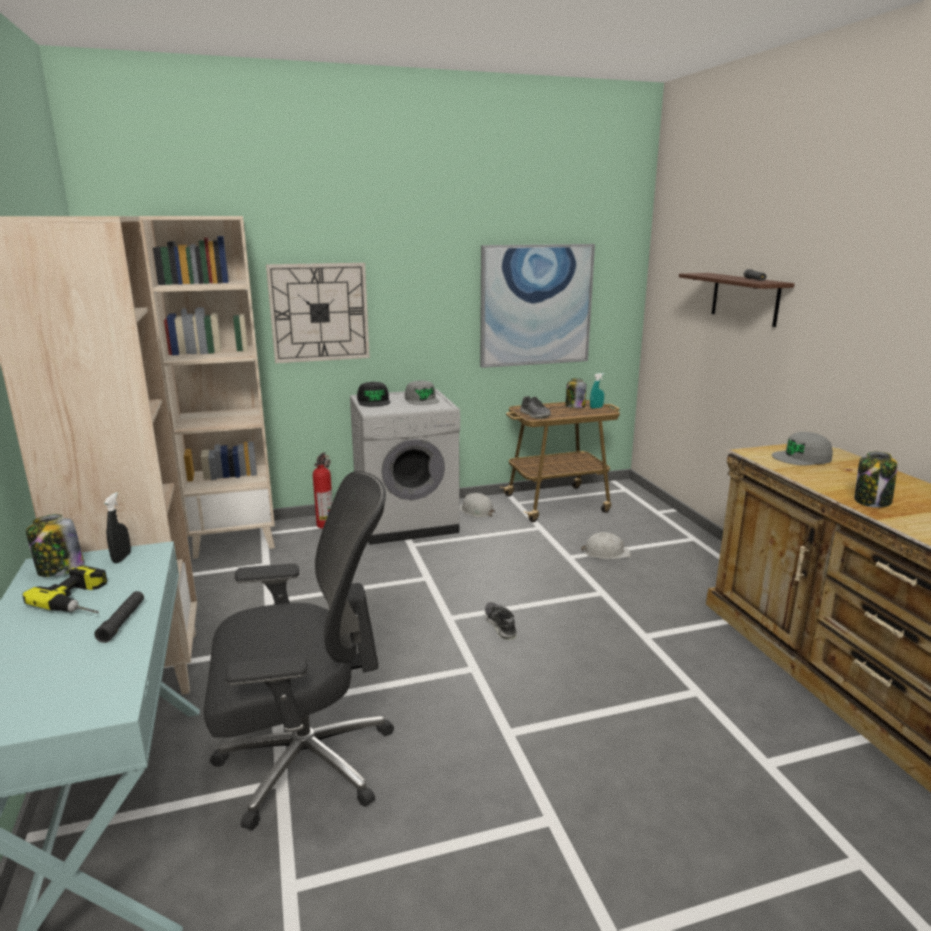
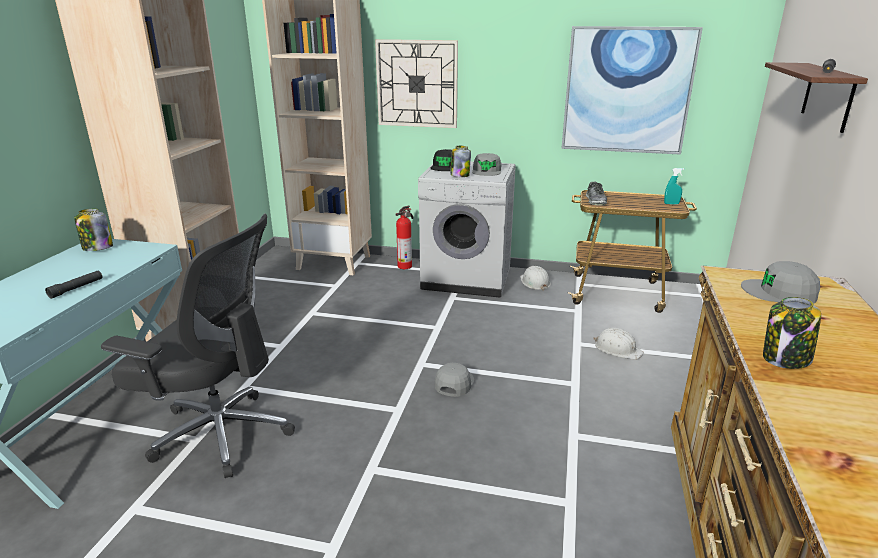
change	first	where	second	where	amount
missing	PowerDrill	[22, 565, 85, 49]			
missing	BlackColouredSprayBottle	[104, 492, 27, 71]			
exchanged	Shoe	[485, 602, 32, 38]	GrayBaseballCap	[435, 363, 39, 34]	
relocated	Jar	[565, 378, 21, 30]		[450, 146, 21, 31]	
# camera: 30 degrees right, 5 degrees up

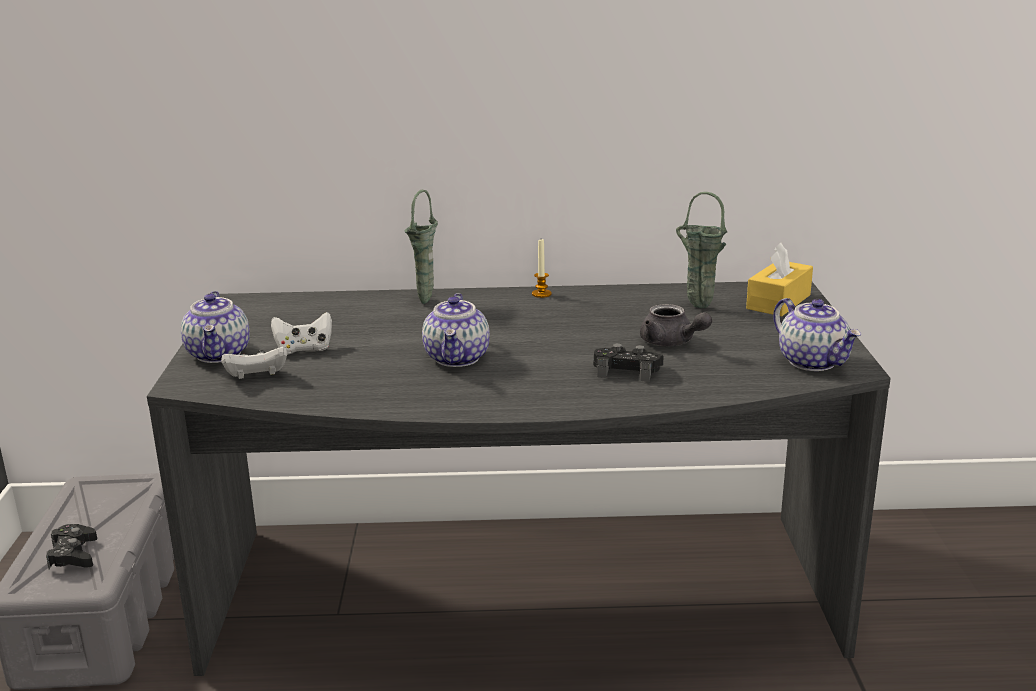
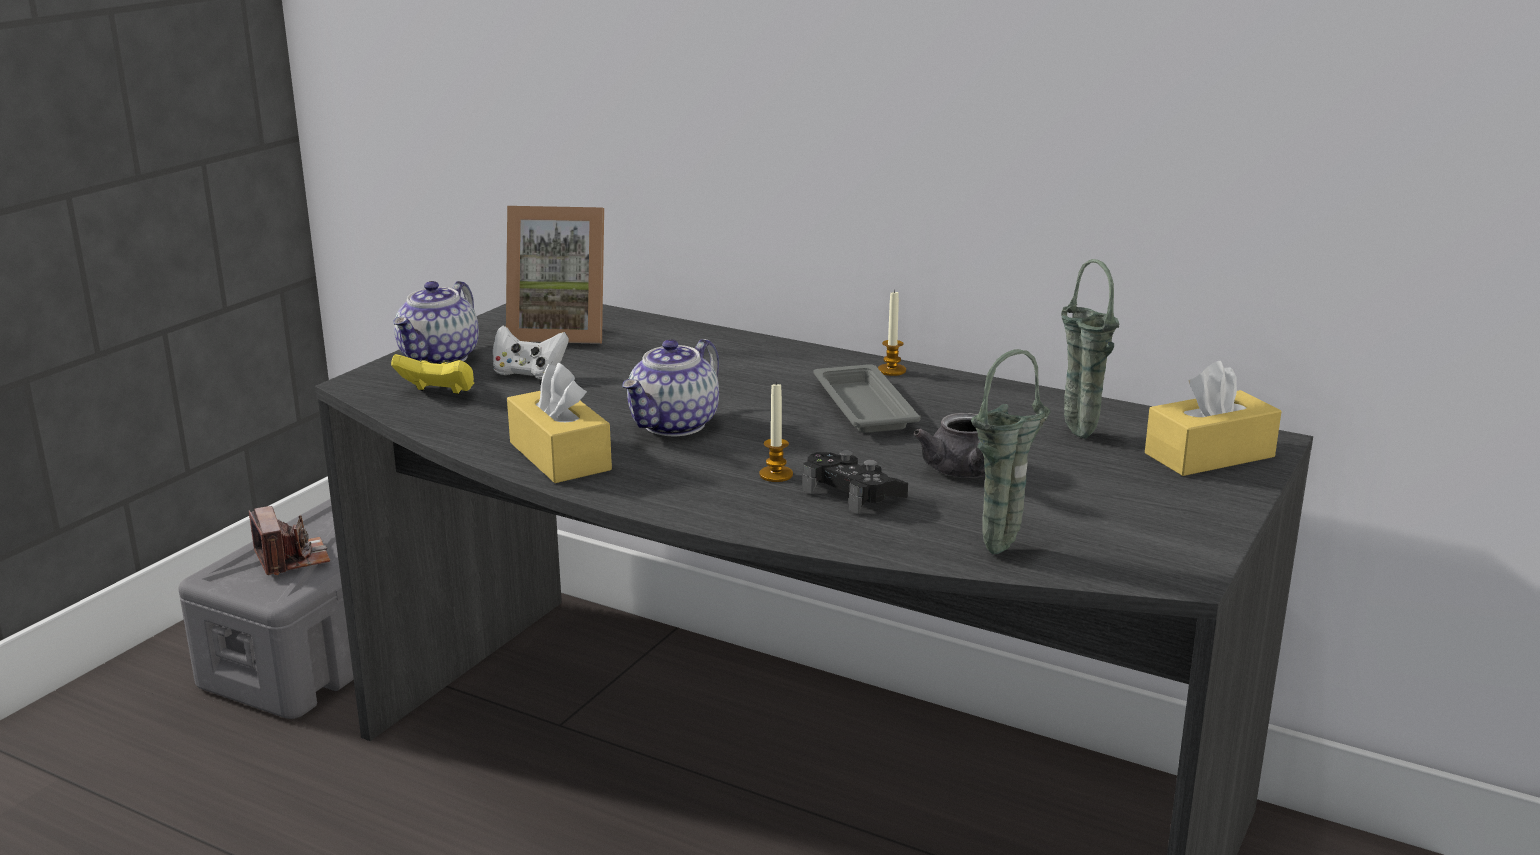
change	first	where	second	where	amount
exchanged	BlackColouredGamepad	[46, 524, 51, 45]	StillCamera	[249, 506, 81, 69]	
colour	WhitishGamepad	[221, 347, 66, 32]	YellowishGamepad	[391, 354, 83, 40]	
relocated	GreenFlowerVase	[404, 190, 34, 114]		[971, 349, 80, 205]	
missing	PotForTea	[773, 298, 88, 73]			
appeared			PictureFrame	[506, 206, 98, 138]	
appeared			YellowishBoxOfTissues	[507, 362, 105, 121]	
appeared			Candle	[759, 381, 34, 101]	
appeared			GrayCarryingTray	[813, 364, 108, 69]	
# camera: 30 degrees right, 0 degrees up

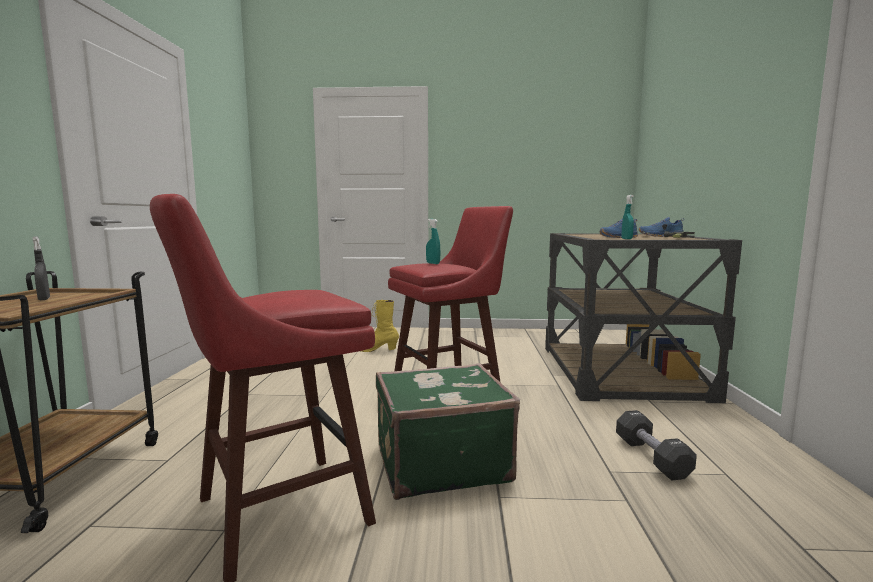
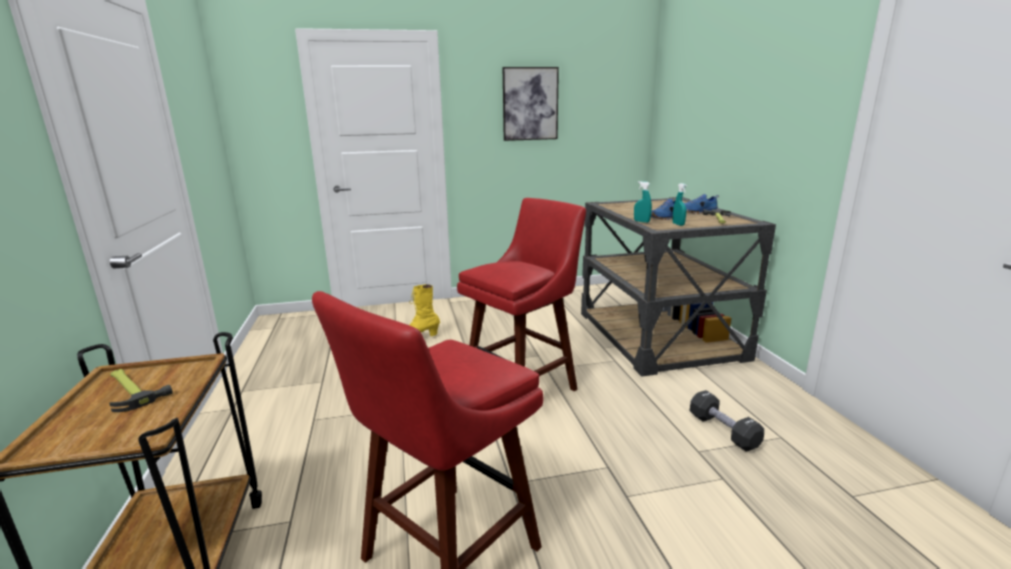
change	first	where	second	where	amount
exchanged	GraySprayBottle	[33, 237, 17, 63]	Hammer	[109, 369, 64, 43]	
missing	GreenSuitcase	[376, 363, 144, 137]			
relocated	BlueGreenSprayBottle	[426, 219, 14, 45]		[634, 181, 18, 42]	
appeared			WallArt	[503, 67, 56, 74]	
# camera: 15 degrees left, 10 degrees up

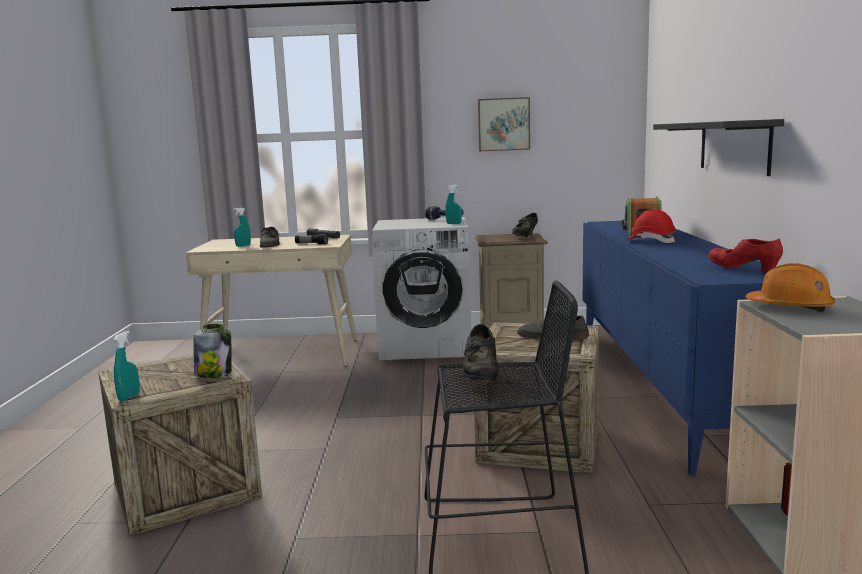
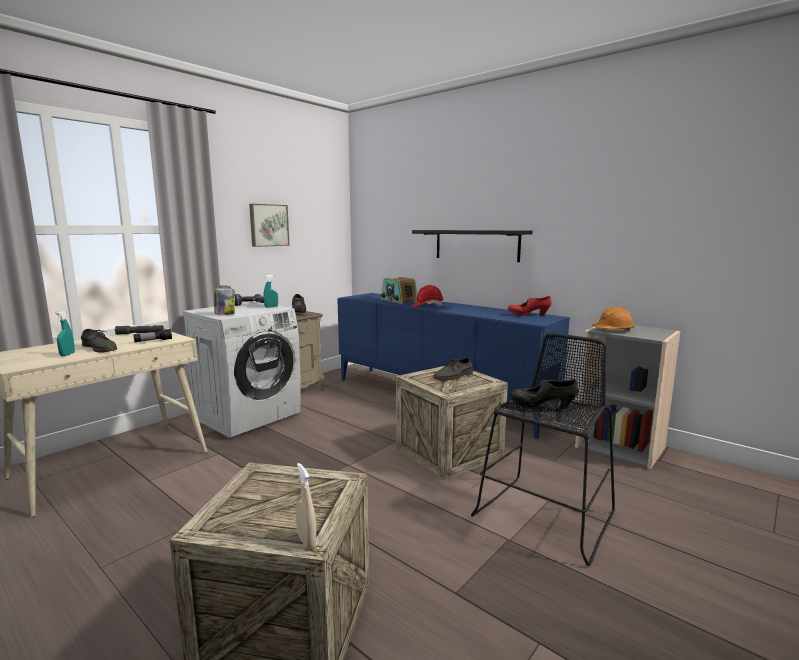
change	first	where	second	where	amount
colour	BlueGreenSprayBottle	[113, 331, 27, 70]	SandColouredSprayBottle	[296, 463, 20, 86]	
relocated	Jar	[194, 324, 38, 54]		[214, 286, 21, 29]	
spun	BlackColouredShoe	[463, 324, 35, 58]		[509, 379, 69, 30]	150 degrees clockwise
# camera: 50 degrees left, 0 degrees up

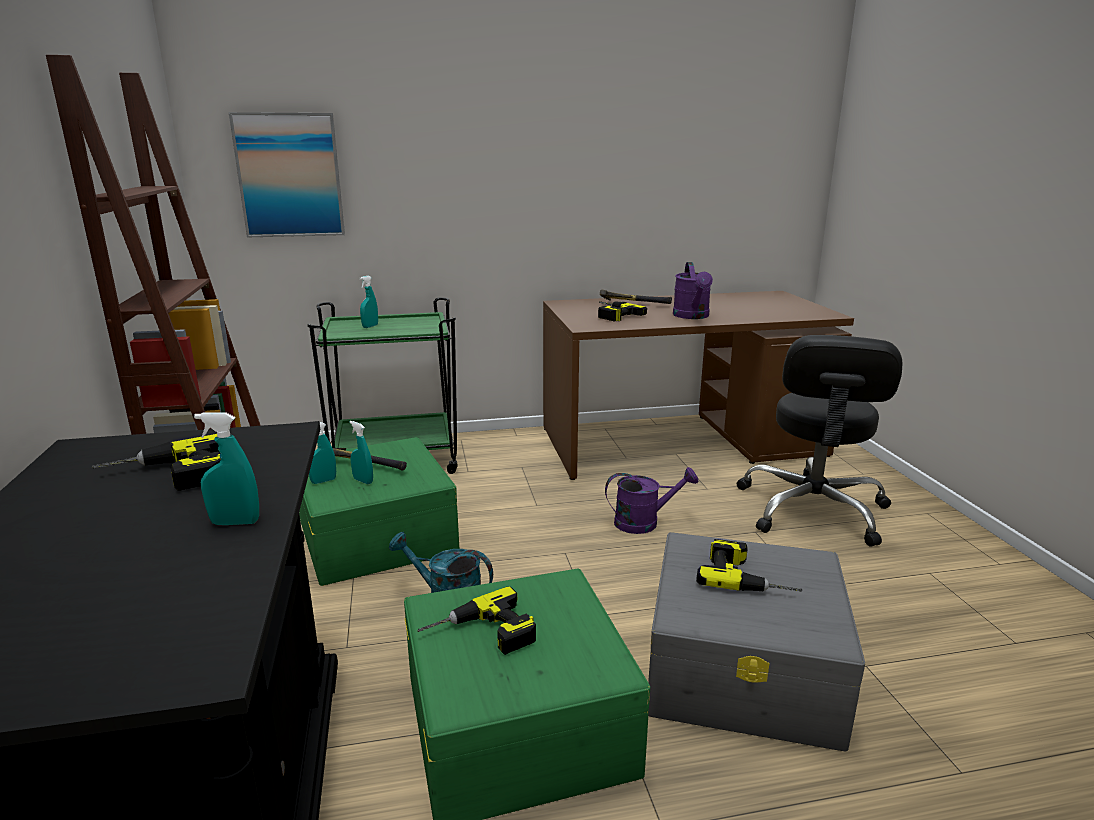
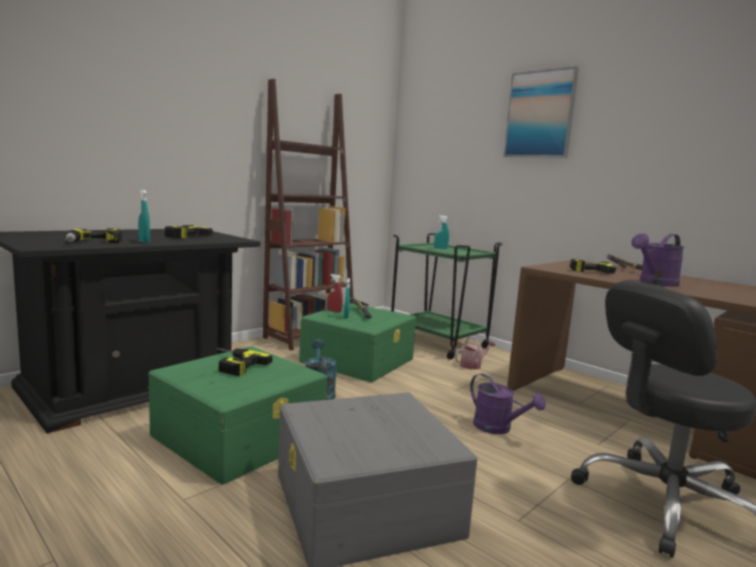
change	first	where	second	where	amount
relocated	WallArt	[229, 112, 116, 125]		[503, 66, 76, 92]	
colour	BlueGreenSprayBottle	[309, 422, 27, 62]	RedColouredSprayBottle	[327, 274, 16, 38]	
relocated	PowerDrill	[696, 539, 107, 53]		[64, 228, 58, 15]	
appeared			WateringPot	[455, 336, 40, 34]	
# camera: 55 degrees right, 10 degrees down

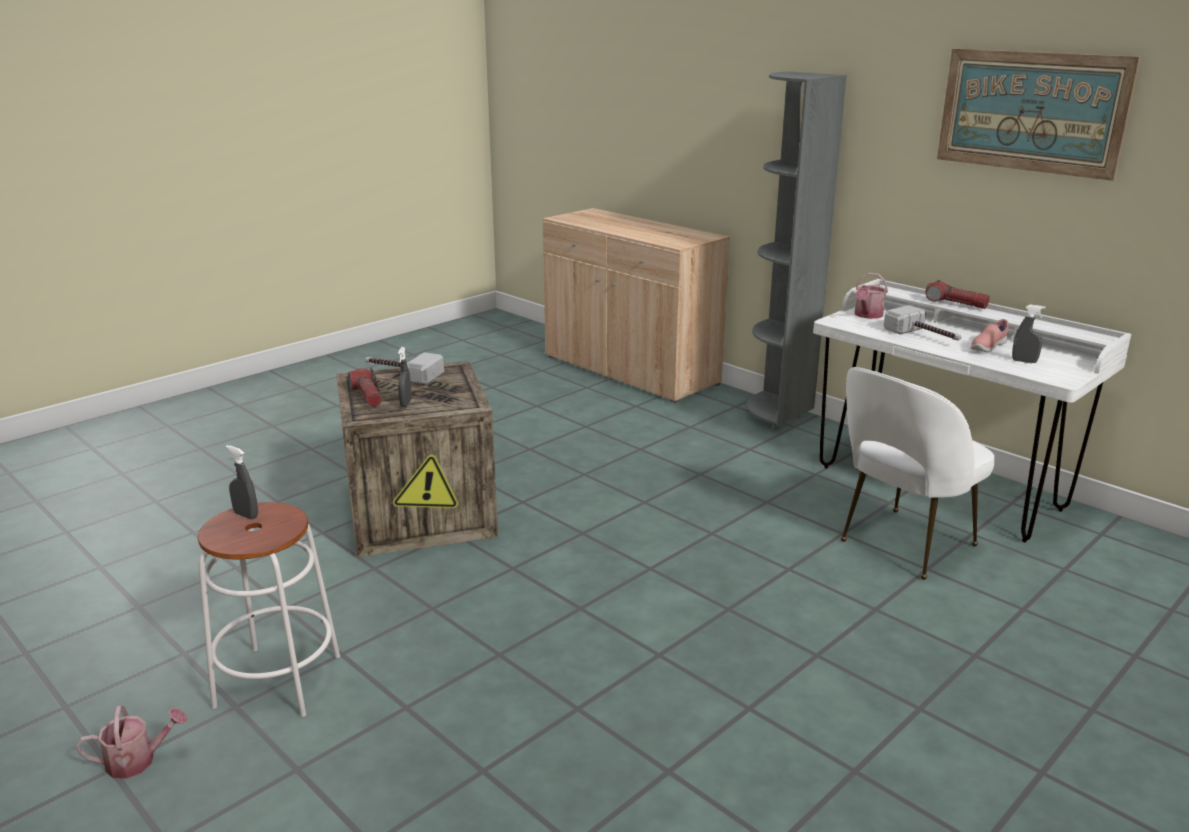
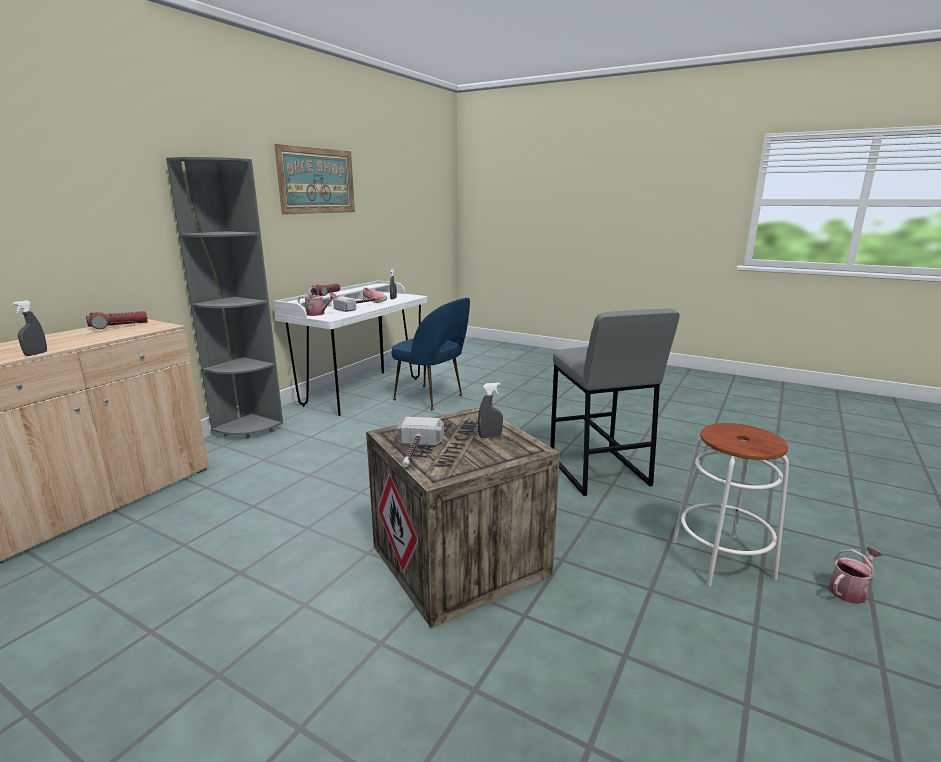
change	first	where	second	where	amount
spun	WateringPot	[76, 706, 112, 73]		[828, 547, 54, 57]	90 degrees clockwise
relocated	GraySprayBottle	[226, 445, 32, 74]		[12, 300, 35, 56]	
relocated	Torch	[348, 368, 34, 39]		[86, 311, 62, 18]	
colour	WhitishUprightChair	[841, 367, 153, 213]	BlueUprightChair	[392, 298, 78, 112]	
appeared			GrayStoolSeat	[550, 309, 130, 187]	
# camera: 105 degrees left, 5 degrees down

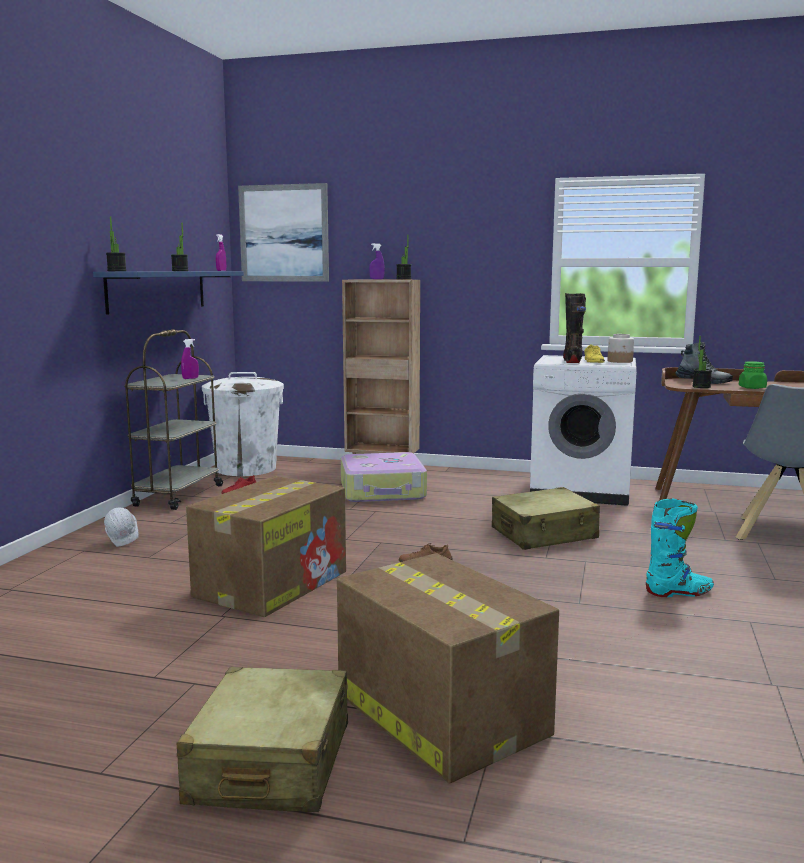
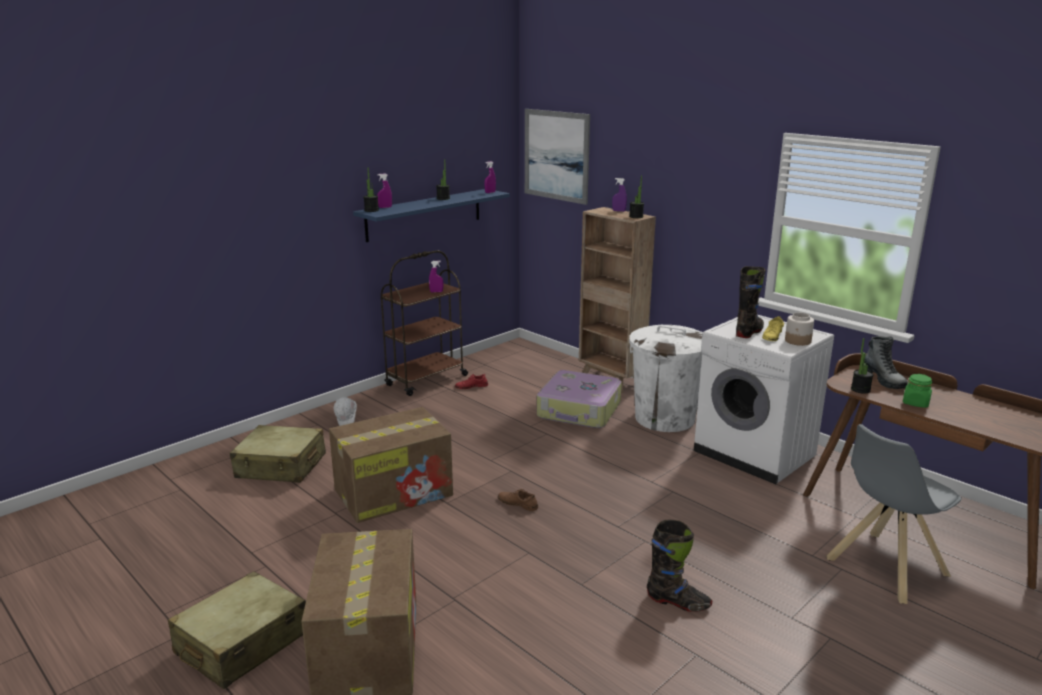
change	first	where	second	where	amount
colour	GrayTrolley	[124, 329, 99, 181]	BrownTrolley	[381, 251, 87, 145]	
relocated	WhitishWasteBin	[202, 372, 82, 104]		[629, 325, 74, 107]	
relocated	SandColouredSuitcase	[492, 487, 108, 63]		[230, 425, 96, 58]	
colour	BlueGreenTallBoot	[646, 498, 68, 99]	BlackColouredTallBoot	[647, 520, 65, 92]	
appeared			PurplishSprayBottle	[377, 174, 15, 34]	
# camera: 30 degrees right, 10 degrees up

